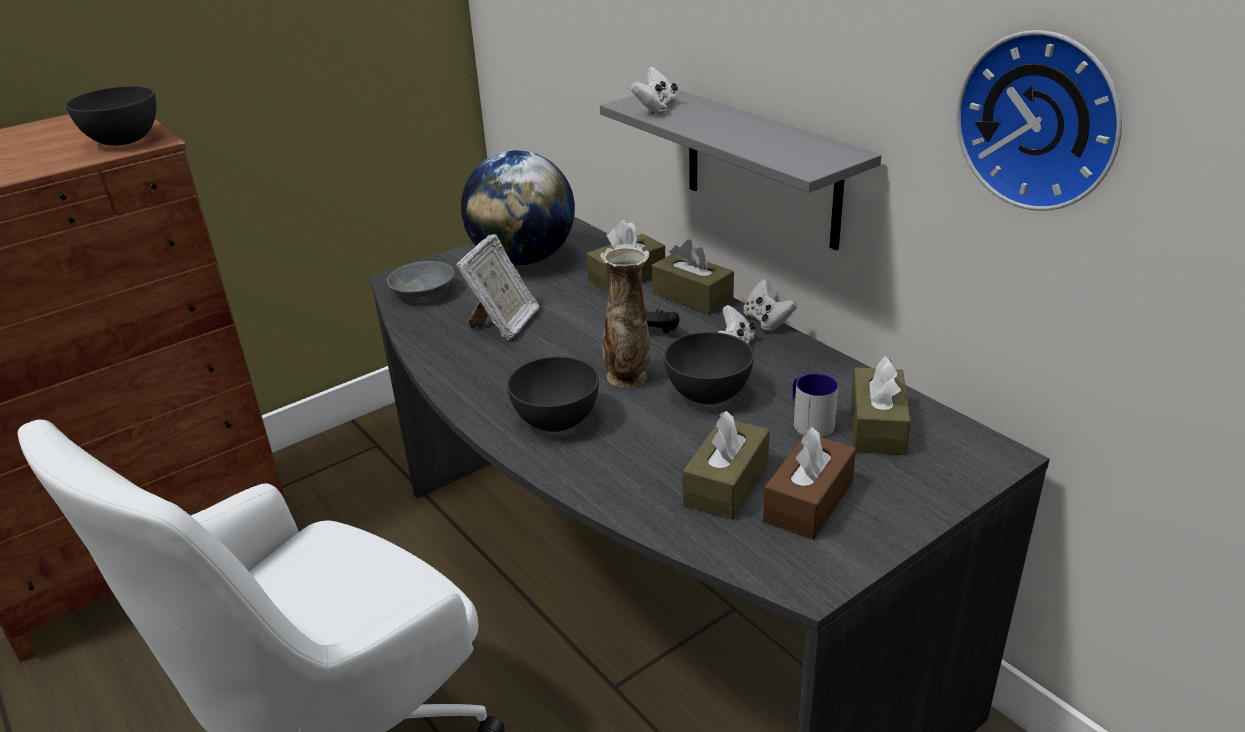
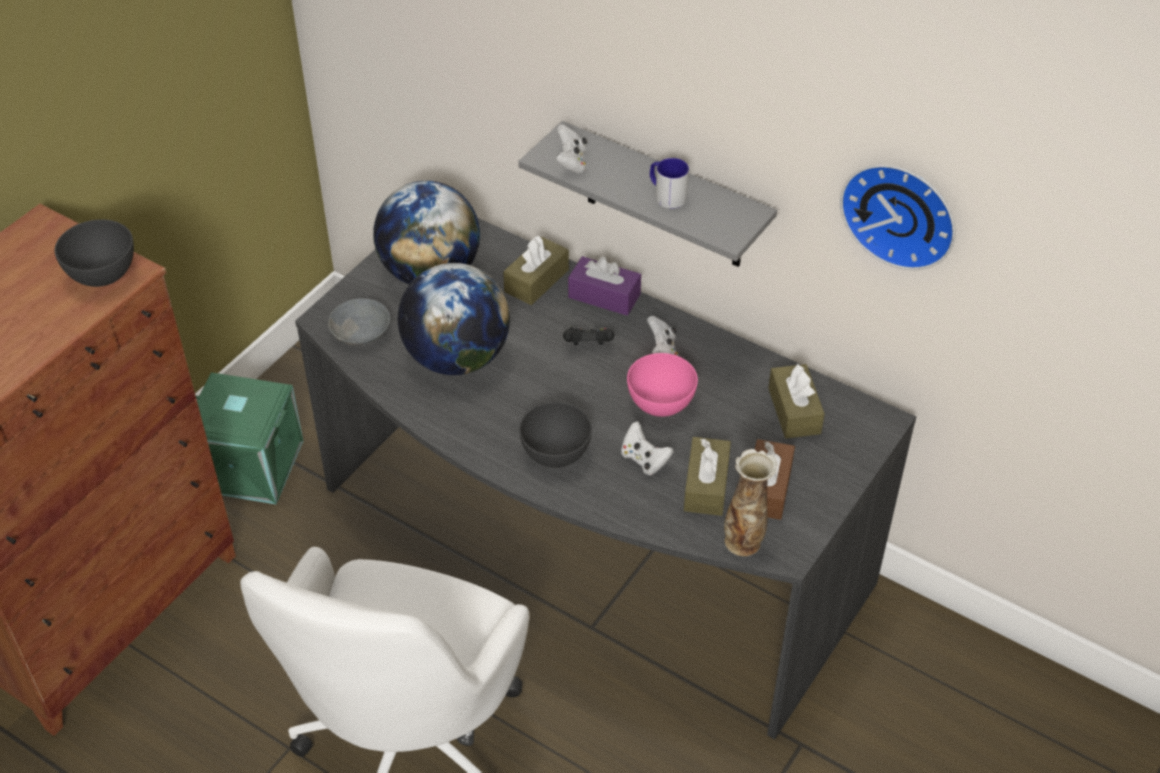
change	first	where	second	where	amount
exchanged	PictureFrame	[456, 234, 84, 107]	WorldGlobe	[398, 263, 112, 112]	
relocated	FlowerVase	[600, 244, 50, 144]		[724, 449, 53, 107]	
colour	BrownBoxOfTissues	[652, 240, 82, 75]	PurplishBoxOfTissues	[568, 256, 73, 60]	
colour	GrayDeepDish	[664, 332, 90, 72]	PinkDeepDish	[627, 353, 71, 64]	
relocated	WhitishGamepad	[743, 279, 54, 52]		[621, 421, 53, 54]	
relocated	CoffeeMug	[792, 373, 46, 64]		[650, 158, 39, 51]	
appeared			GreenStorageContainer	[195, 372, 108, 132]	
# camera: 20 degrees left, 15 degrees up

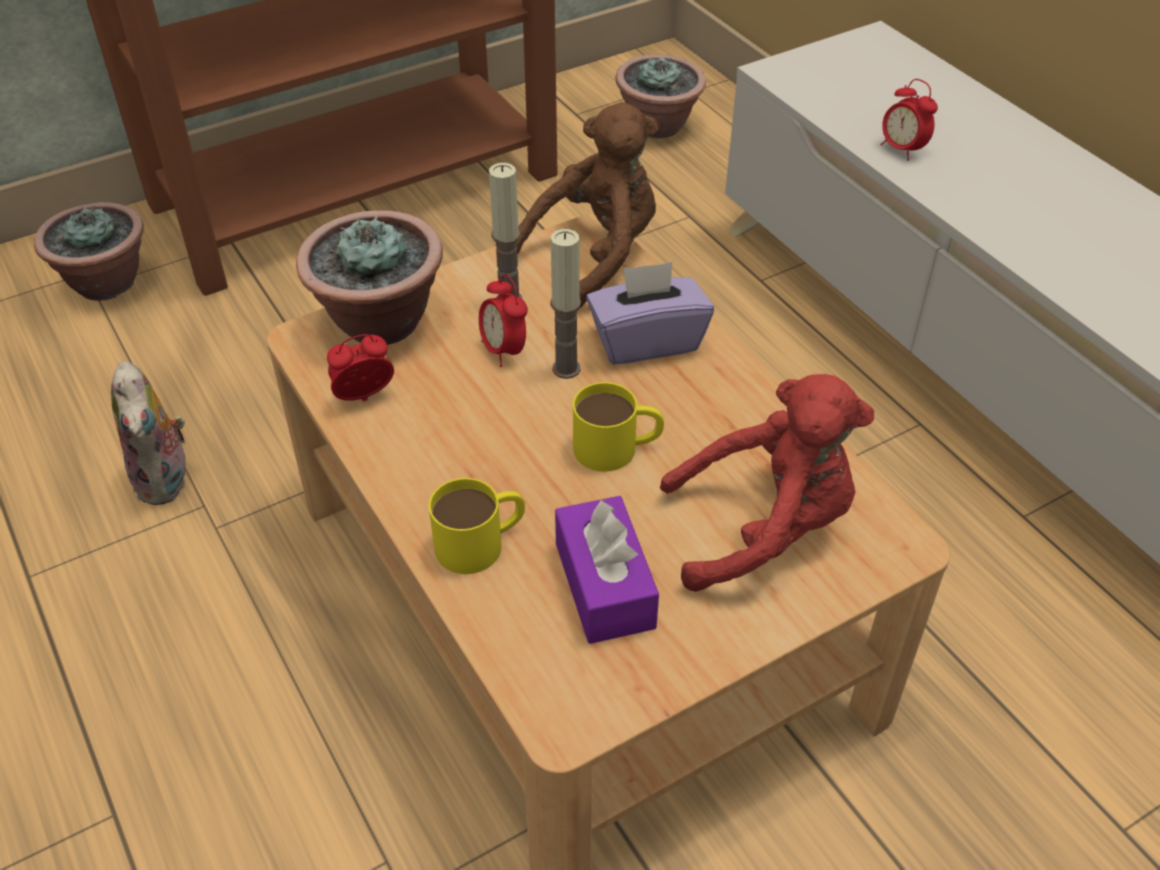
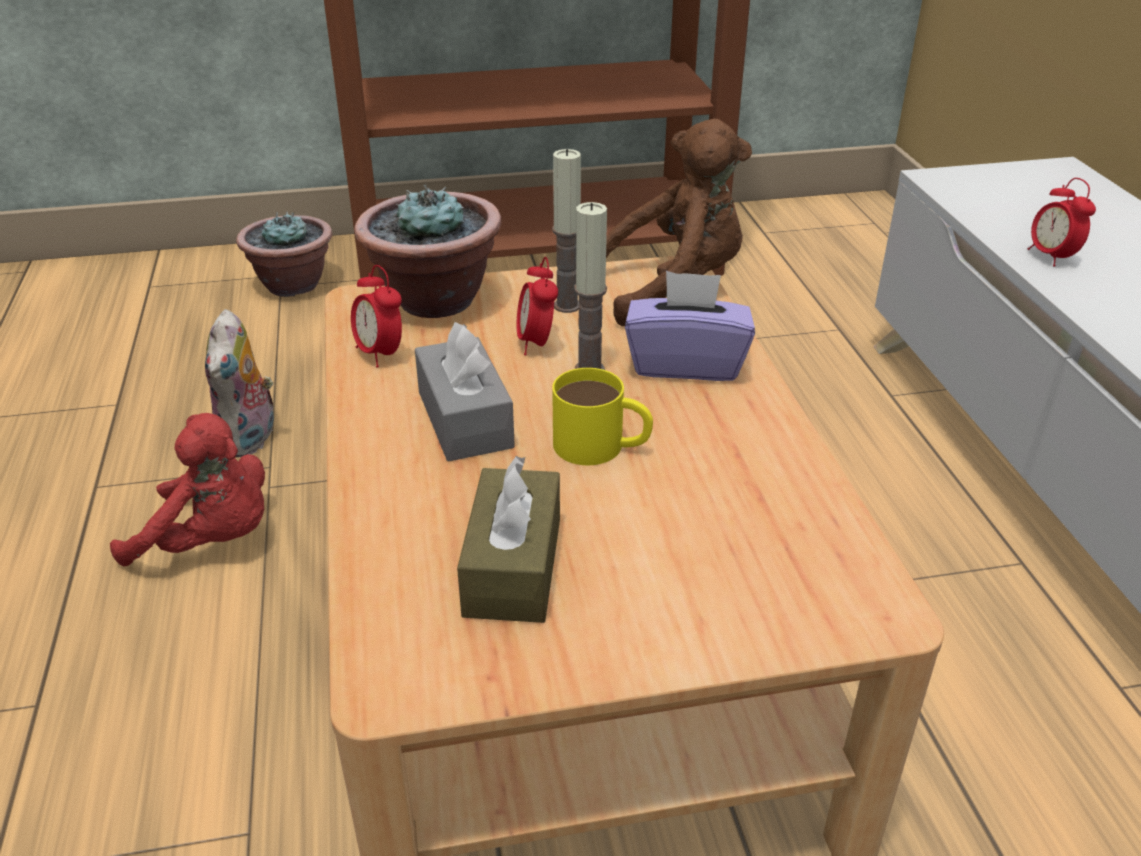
change	first	where	second	where	amount
spun	TableClock	[327, 334, 67, 68]		[351, 265, 51, 103]	120 degrees counterclockwise
missing	YellowishCoffeeMug	[429, 478, 96, 96]			
colour	PurplishBoxOfTissues	[555, 496, 104, 148]	BrownBoxOfTissues	[457, 456, 103, 167]	
missing	Houseplant	[615, 54, 91, 84]			
relocated	RedColouredSoftToy	[660, 374, 214, 218]		[110, 413, 155, 154]	
appeared			GrayBoxOfTissues	[415, 322, 100, 140]	
# camera: 20 degrees right, 10 degrees down

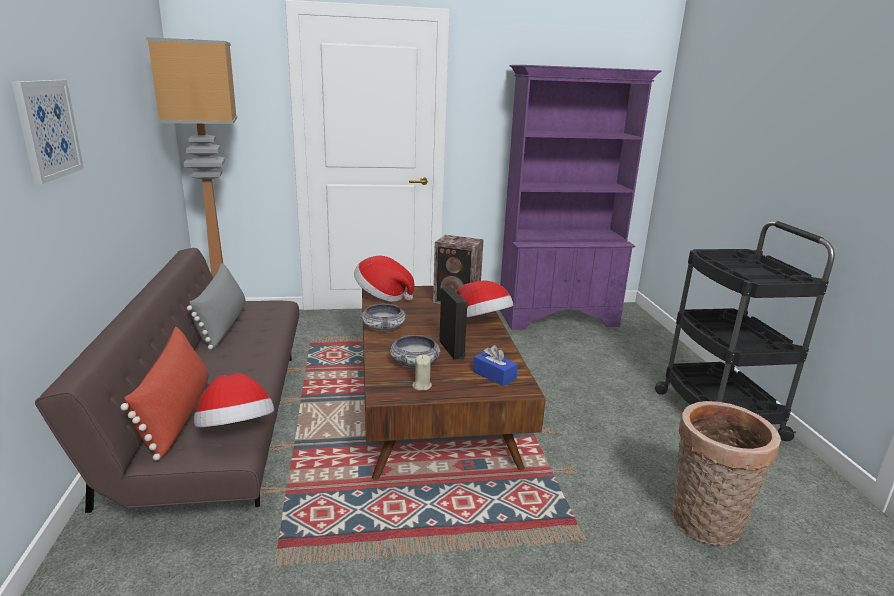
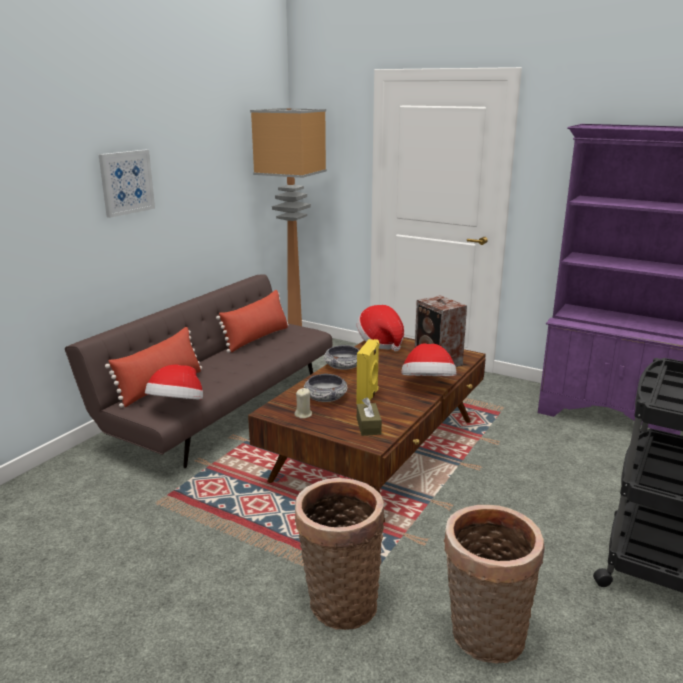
change	first	where	second	where	amount
colour	GrayThrowPillow	[187, 263, 58, 87]	RedColouredThrowPillow	[216, 290, 73, 63]	
colour	BlackColouredSpeaker	[439, 286, 29, 74]	YellowishSpeaker	[356, 339, 23, 66]	
colour	BlueBoxOfTissues	[473, 345, 45, 41]	BrownBoxOfTissues	[357, 397, 25, 39]	
appeared			Basket	[295, 478, 90, 152]	
# camera: 40 degrees right, 0 degrees up

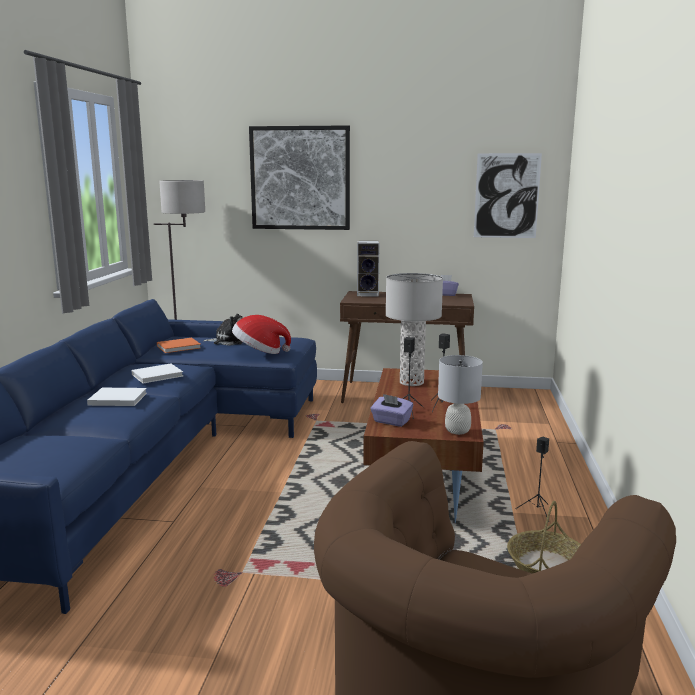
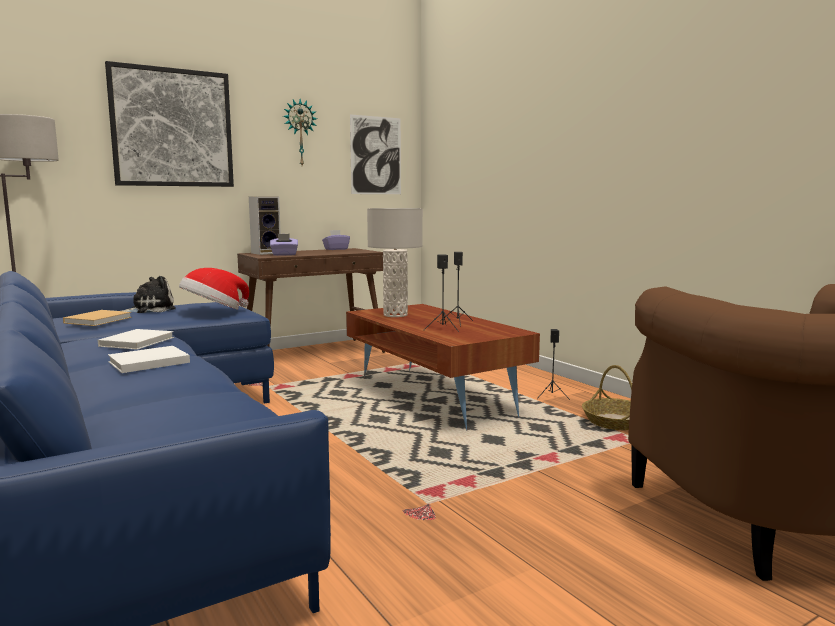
change	first	where	second	where	amount
colour	OrangeBook	[157, 338, 44, 15]	SandColouredBook	[63, 310, 69, 16]	
relocated	PurplishBoxOfTissues	[370, 394, 43, 33]		[270, 234, 28, 22]	
missing	GrayLampForATable	[438, 355, 45, 80]			
appeared			ClockOnTheWall	[283, 99, 34, 66]	
# camera: 40 degrees left, 5 degrees down

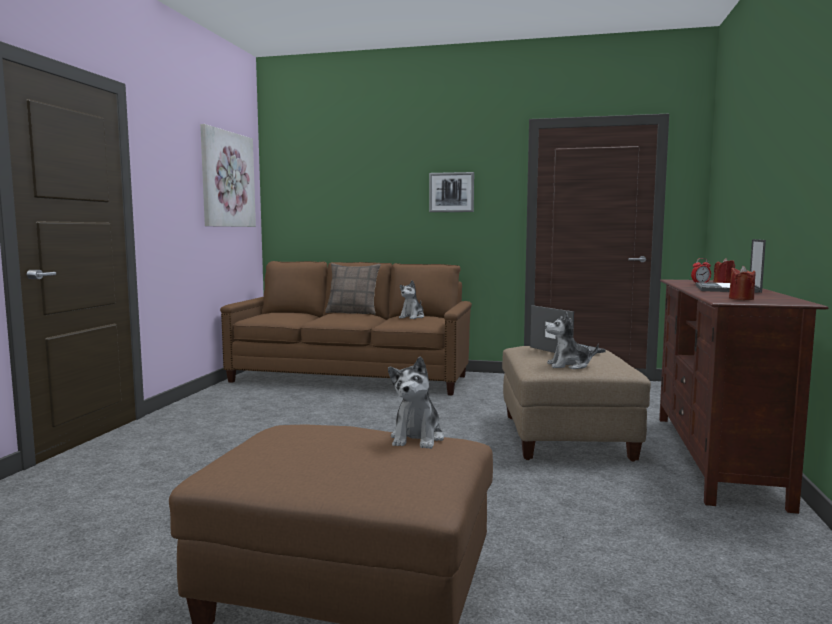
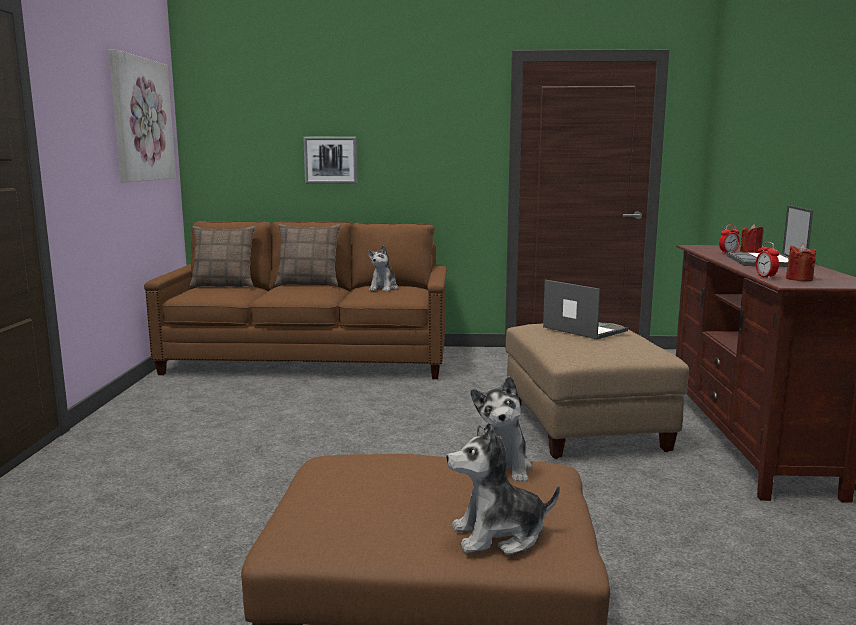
change	first	where	second	where	amount
relocated	WallArt	[429, 172, 45, 40]		[303, 137, 55, 47]	
relocated	SoftToy	[546, 312, 53, 57]		[447, 424, 113, 131]	
appeared			ThrowPillow	[190, 226, 65, 61]	
appeared			TableClock	[756, 242, 23, 37]	
# camera: 10 degrees left, 5 degrees up

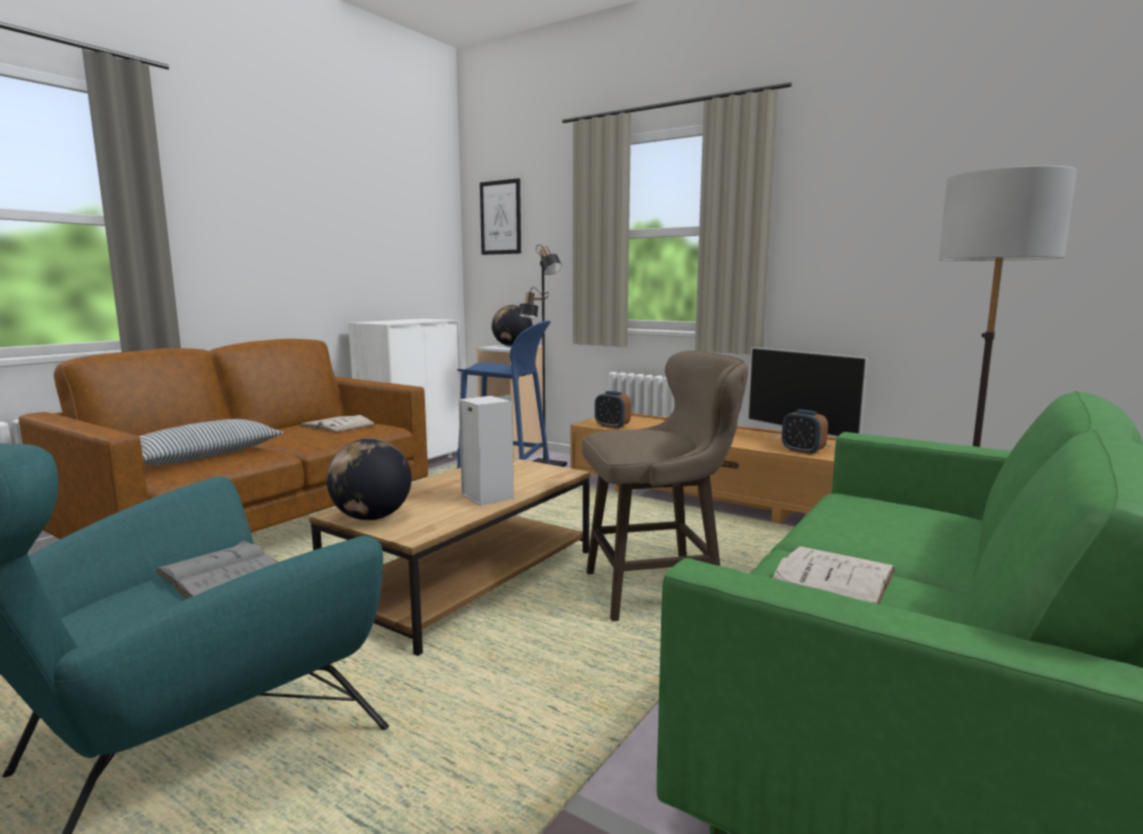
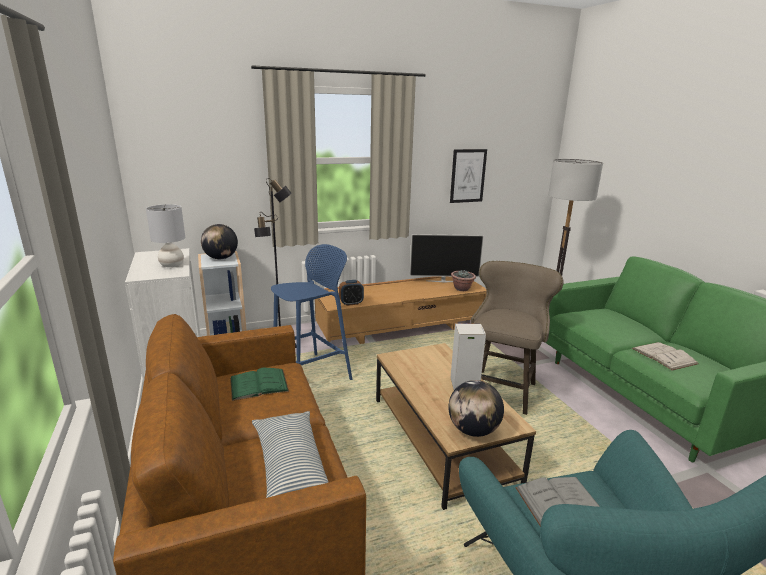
change	first	where	second	where	amount
colour	WhitishBook	[300, 415, 76, 18]	GreenBook	[230, 368, 59, 33]	
relocated	WallArt	[480, 178, 41, 77]		[450, 149, 37, 54]	
exchanged	TableClock	[782, 409, 46, 46]	Houseplant	[451, 270, 25, 21]	
appeared			GrayLampForATable	[146, 204, 39, 63]	
# camera: 55 degrees left, 10 degrees up

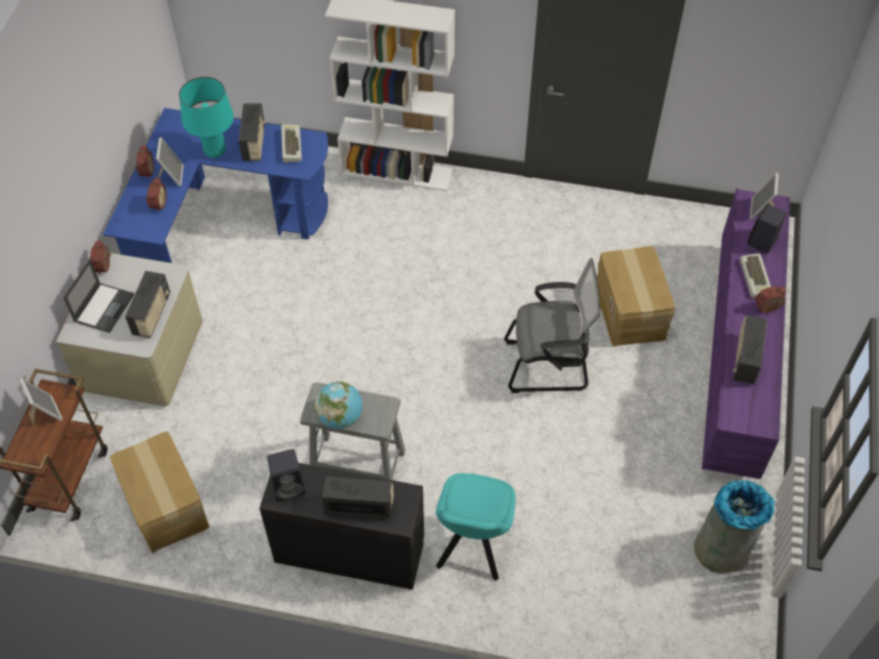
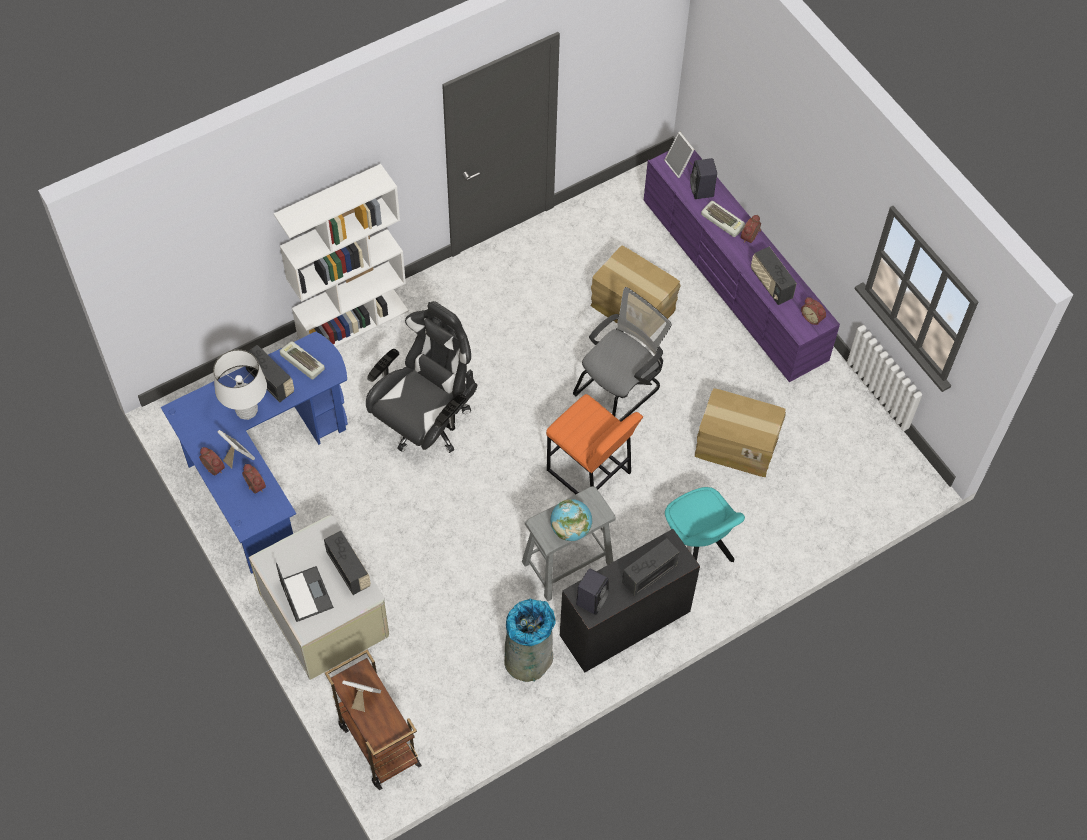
change	first	where	second	where	amount
relocated	TableClock	[90, 240, 21, 35]		[801, 297, 25, 28]	
relocated	Carton	[110, 431, 100, 123]		[695, 388, 91, 89]	
colour	BlueGreenLampForATable	[179, 77, 55, 81]	WhitishLampForATable	[213, 350, 54, 70]	
relocated	GrayWasteBin	[694, 480, 81, 93]		[504, 599, 51, 83]	
appeared			BlackColouredDeskChair	[366, 301, 111, 152]	
appeared			OrangeUprightChair	[546, 394, 97, 100]	
# camera: 45 degrees left, 5 degrees up

